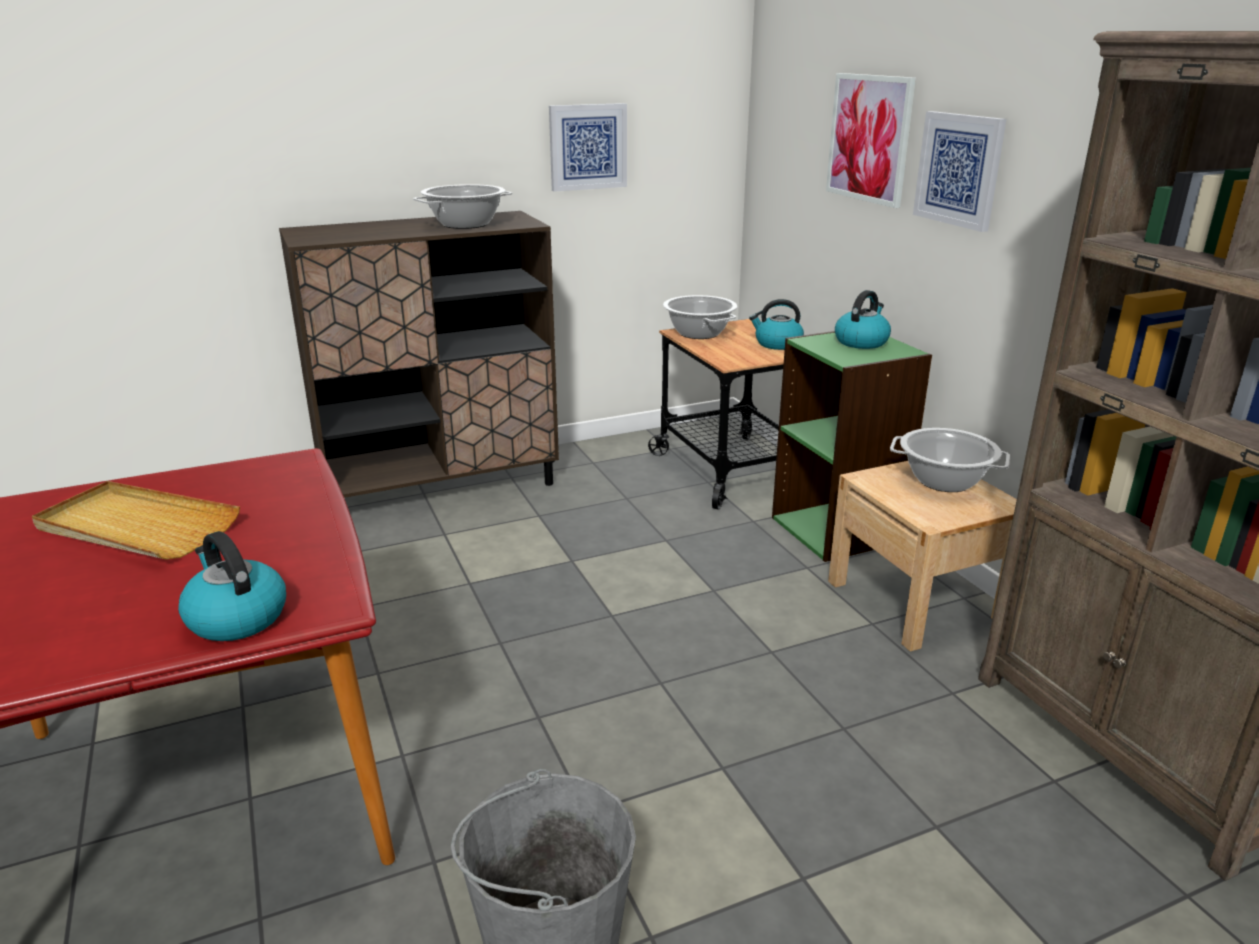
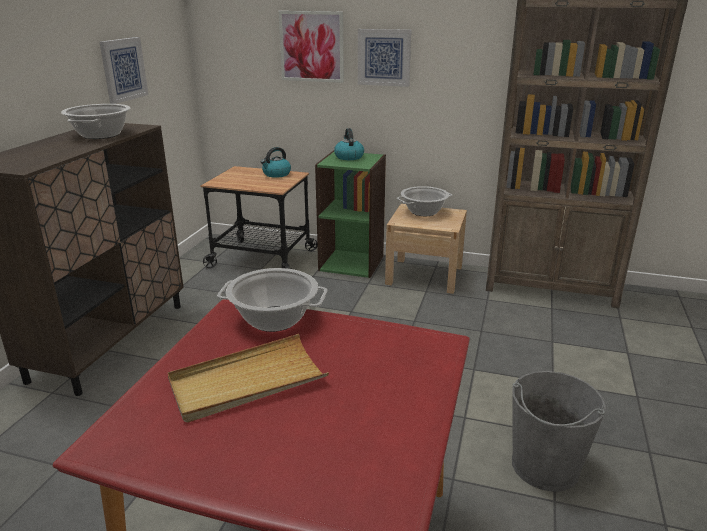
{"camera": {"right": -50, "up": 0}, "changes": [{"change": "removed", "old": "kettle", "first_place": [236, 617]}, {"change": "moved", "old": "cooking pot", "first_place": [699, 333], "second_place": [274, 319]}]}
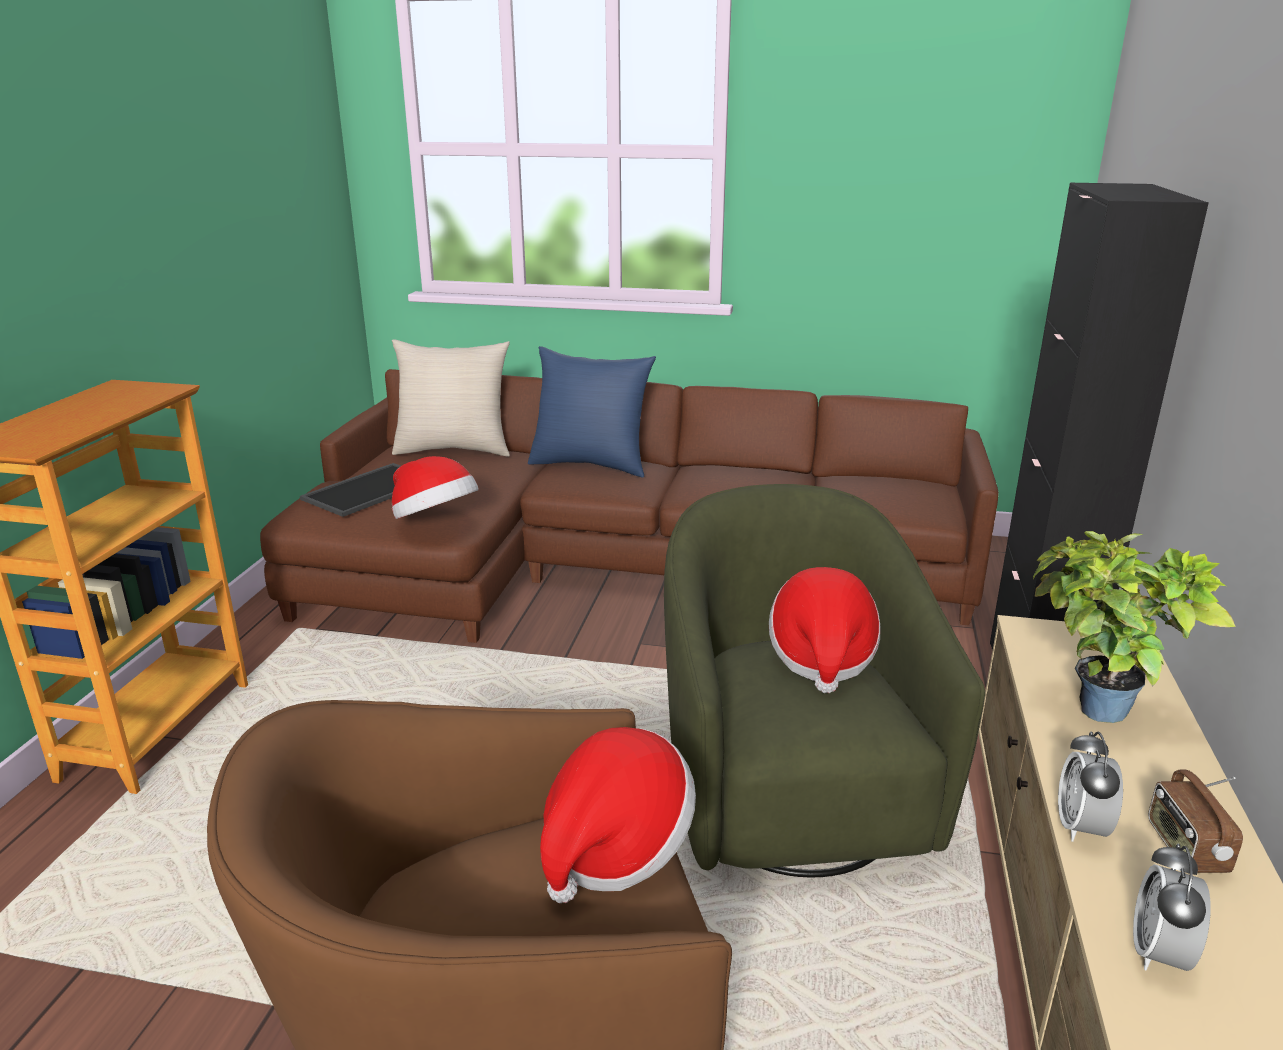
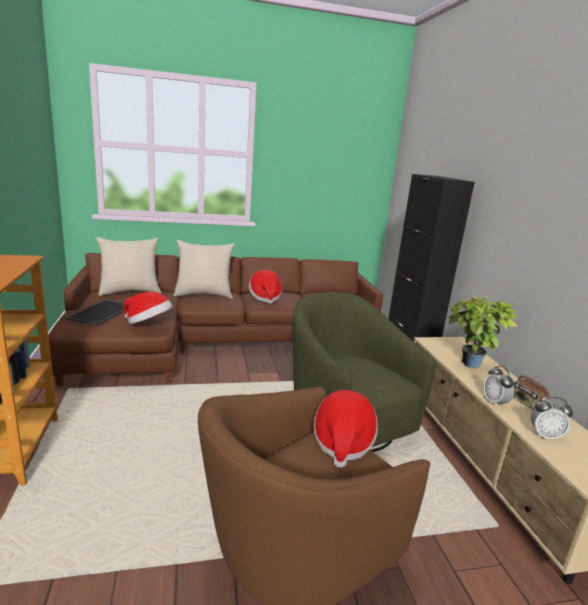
{"camera": {"right": -25, "up": -5}, "changes": [{"change": "recoloured", "old": "pillow (blue)", "new": "pillow (beige)", "first_place": [591, 464], "second_place": [204, 294]}, {"change": "moved", "old": "hat", "first_place": [821, 656], "second_place": [265, 297]}, {"change": "turned", "old": "alarm clock", "first_place": [1159, 953], "second_place": [545, 436], "degrees": -75}]}
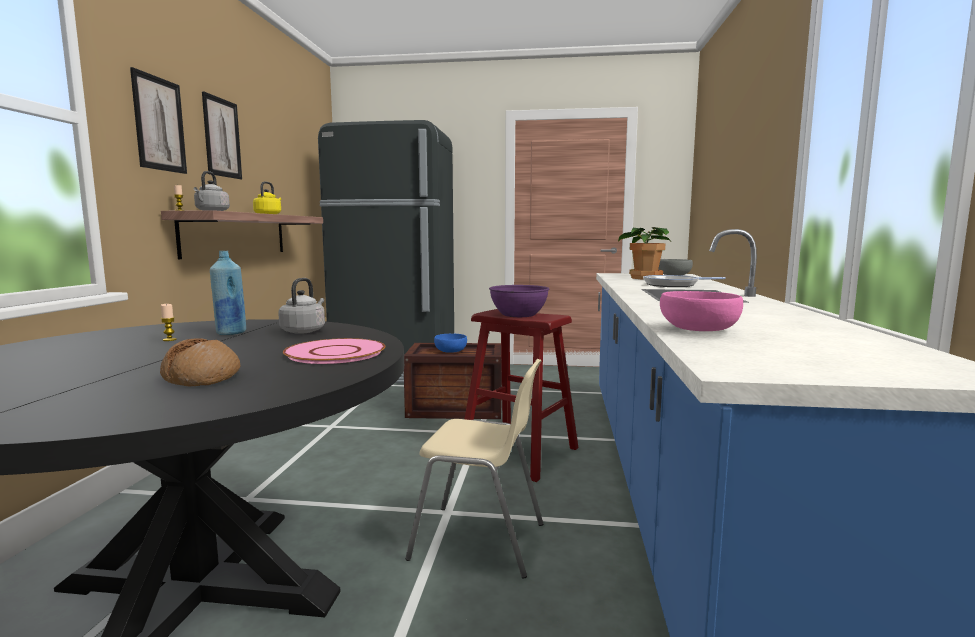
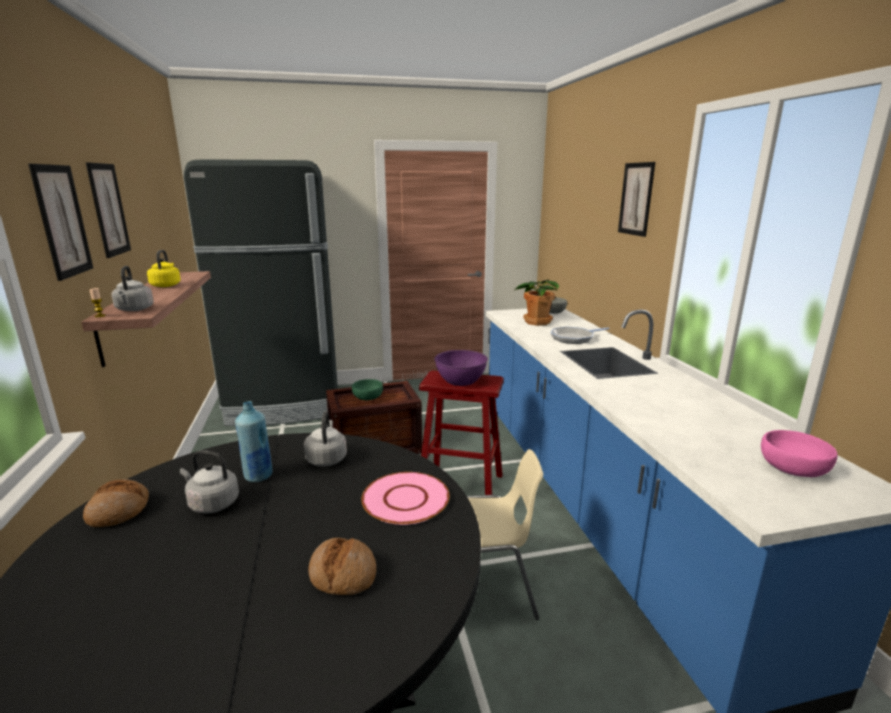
{"camera": {"right": -20, "up": 10}, "changes": [{"change": "replaced", "old": "candle", "new": "kettle (grey)", "first_place": [169, 340], "second_place": [212, 503]}, {"change": "recoloured", "old": "bowl (blue)", "new": "bowl (green)", "first_place": [450, 351], "second_place": [367, 397]}, {"change": "moved", "old": "bowl (pink)", "first_place": [699, 330], "second_place": [793, 469]}, {"change": "added", "new": "bread", "second_place": [119, 511]}, {"change": "added", "new": "picture", "second_place": [636, 199]}]}
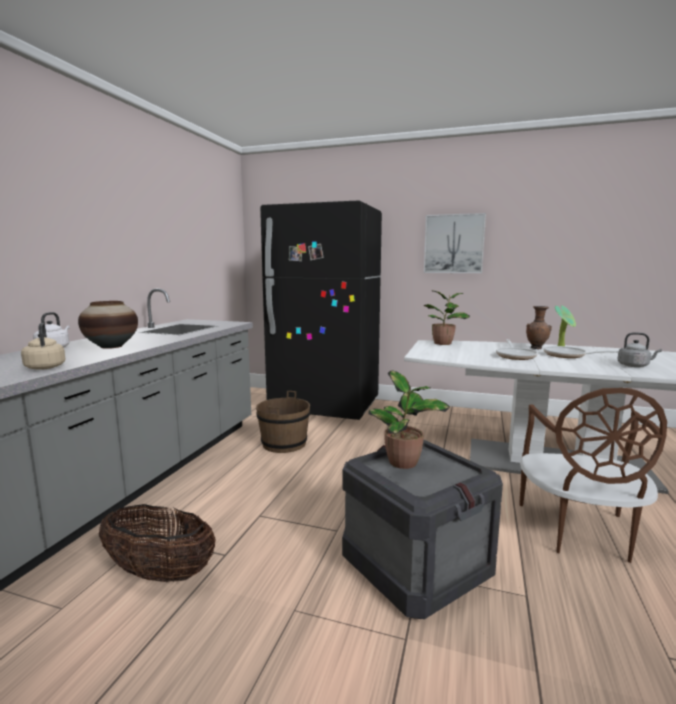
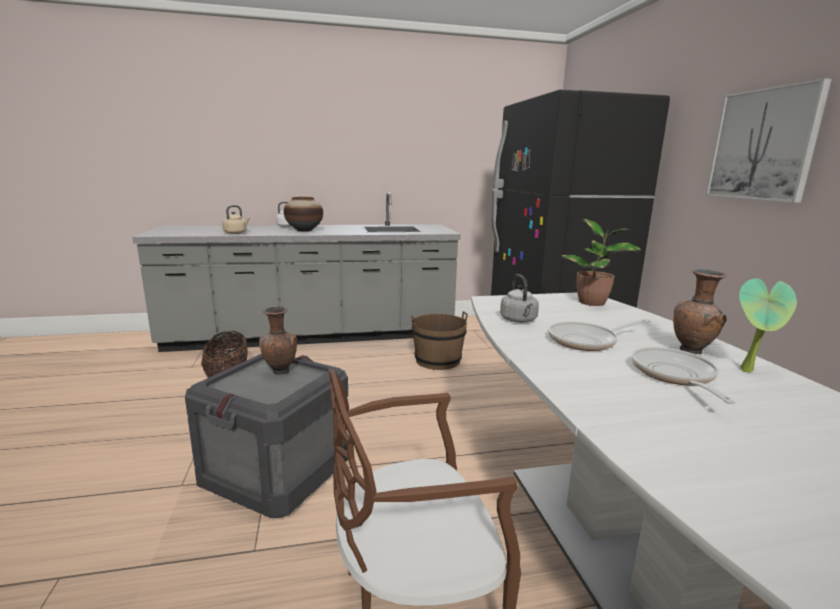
{"camera": {"right": 60, "up": 5}, "changes": [{"change": "replaced", "old": "potted plant", "new": "vase (brown)", "first_place": [404, 463], "second_place": [280, 372]}, {"change": "moved", "old": "kettle (grey)", "first_place": [634, 365], "second_place": [519, 320]}]}
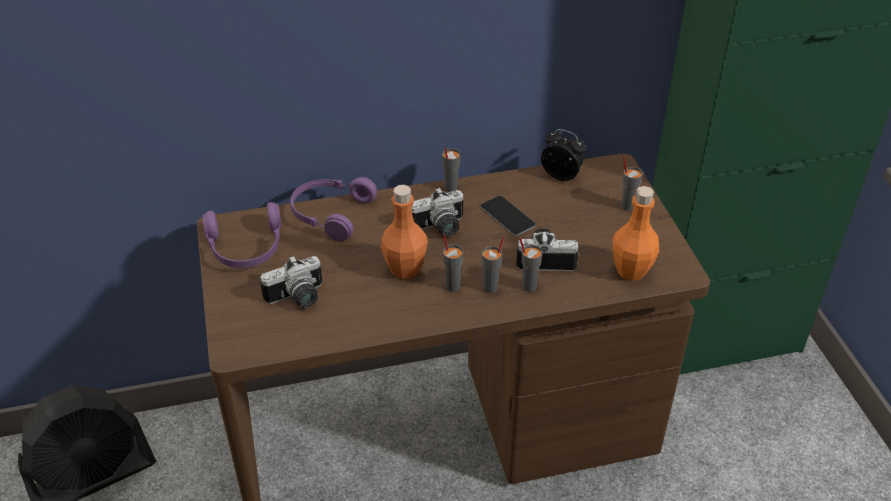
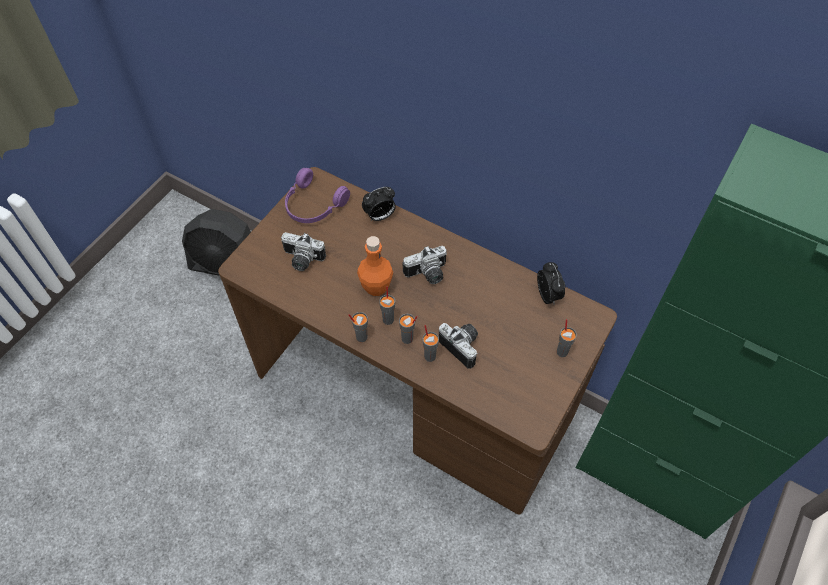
{"camera": {"right": 45, "up": 15}, "changes": [{"change": "replaced", "old": "headphones (purple)", "new": "alarm clock", "first_place": [330, 214], "second_place": [379, 216]}, {"change": "turned", "old": "photo camera", "first_place": [440, 228], "second_place": [427, 275], "degrees": -45}, {"change": "moved", "old": "cup (grey)", "first_place": [450, 187], "second_place": [361, 337]}, {"change": "removed", "old": "phone", "first_place": [507, 216]}, {"change": "removed", "old": "bottle (orange)", "first_place": [631, 271]}]}
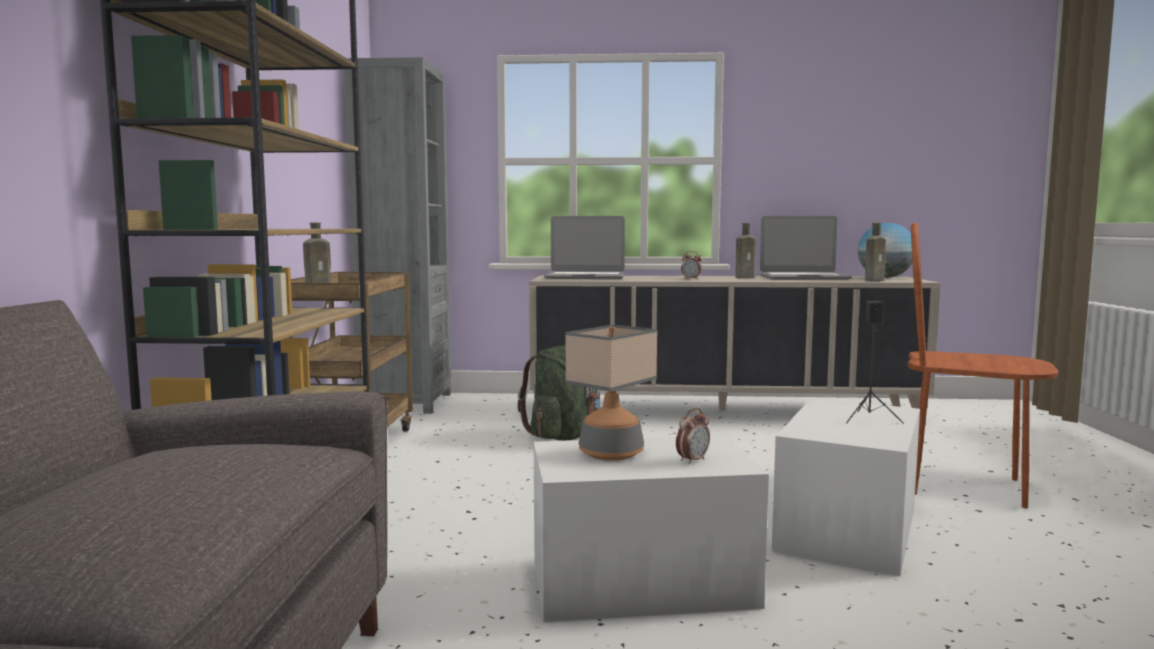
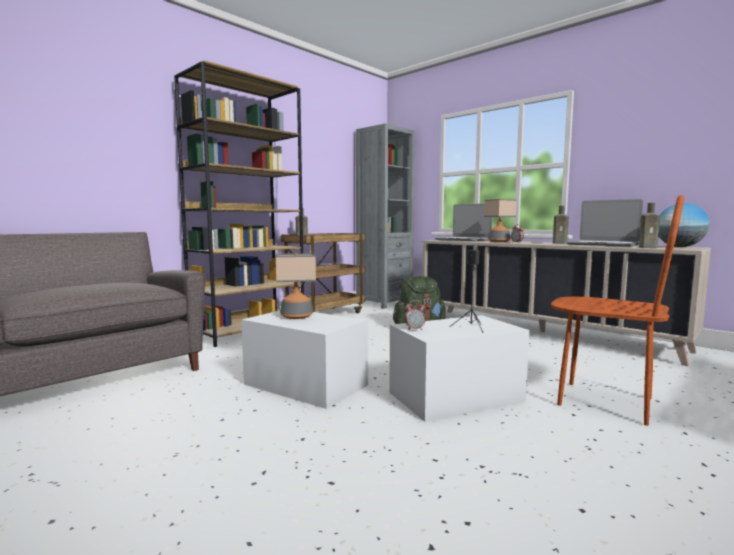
{"camera": {"right": 40, "up": 0}, "changes": [{"change": "moved", "old": "alarm clock", "first_place": [692, 460], "second_place": [415, 329]}, {"change": "turned", "old": "chair (brown)", "first_place": [965, 486], "second_place": [605, 402], "degrees": 150}, {"change": "added", "new": "table lamp", "second_place": [499, 241]}]}
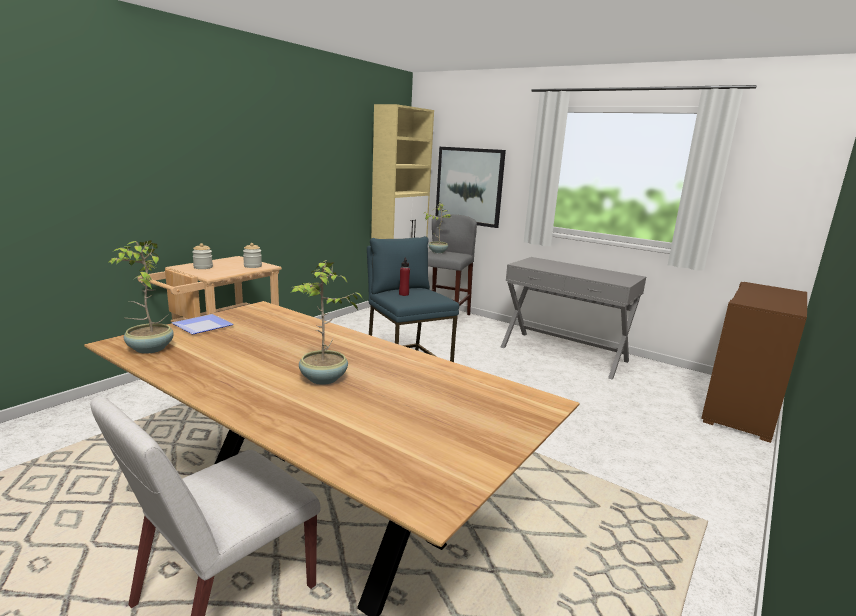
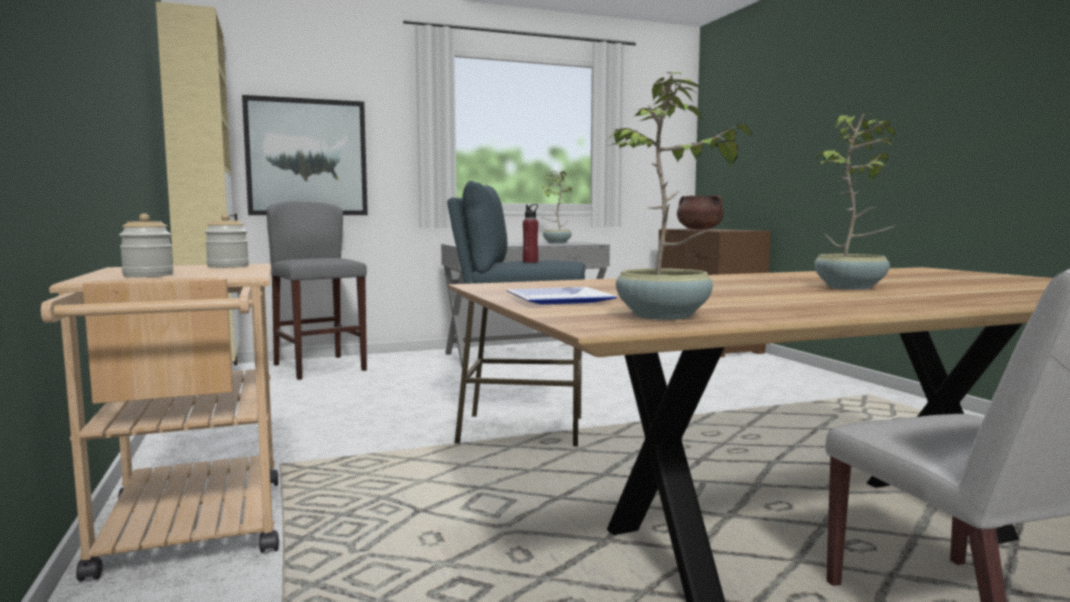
{"camera": {"right": -55, "up": -10}, "changes": [{"change": "moved", "old": "potted plant", "first_place": [437, 252], "second_place": [556, 243]}, {"change": "added", "new": "cooking pot (brown)", "second_place": [699, 229]}]}
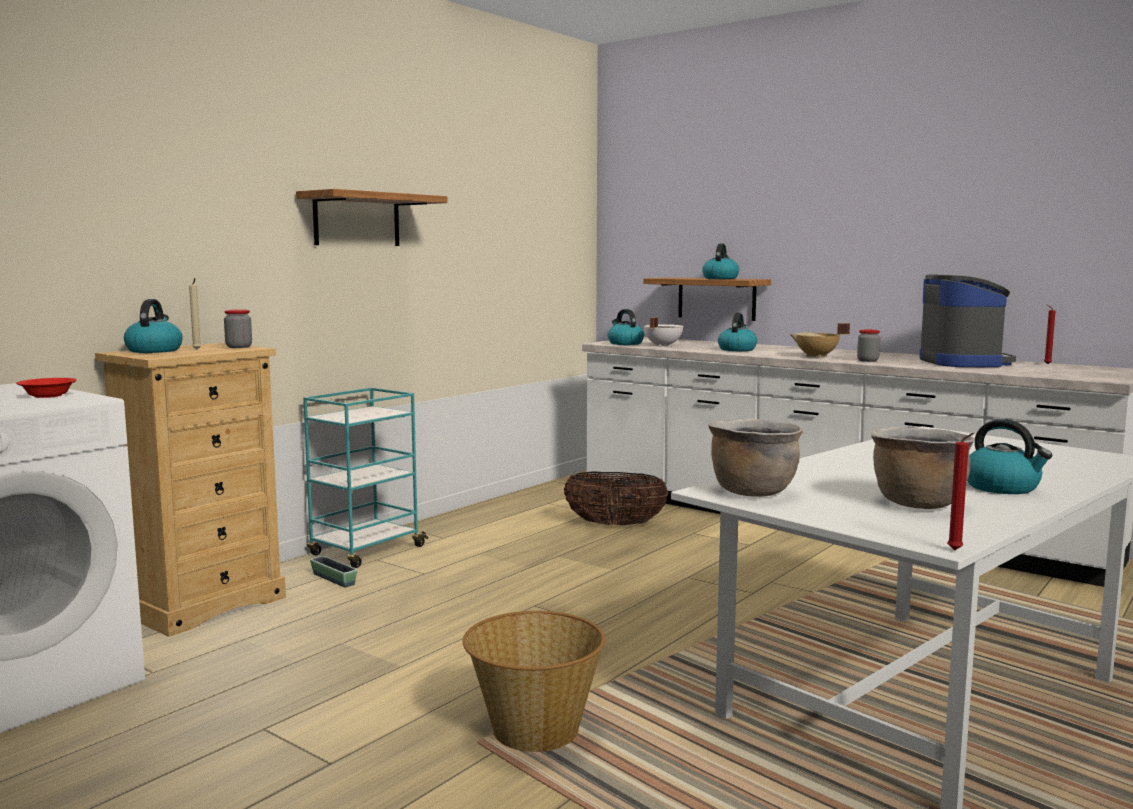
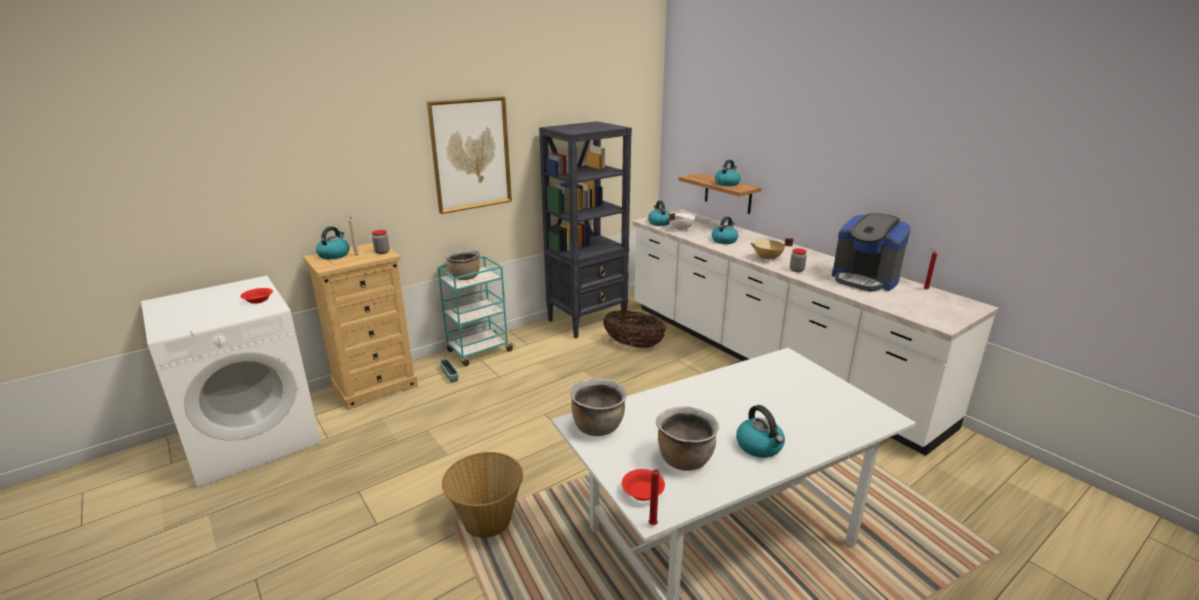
{"camera": {"right": 15, "up": 15}, "changes": [{"change": "replaced", "old": "shelf", "new": "picture", "first_place": [357, 220], "second_place": [471, 154]}, {"change": "turned", "old": "coffee machine", "first_place": [964, 362], "second_place": [864, 280], "degrees": 120}, {"change": "added", "new": "cooking pot (brown)", "second_place": [465, 277]}, {"change": "added", "new": "bookcase (black)", "second_place": [587, 320]}, {"change": "added", "new": "bowl (red)", "second_place": [643, 492]}]}
